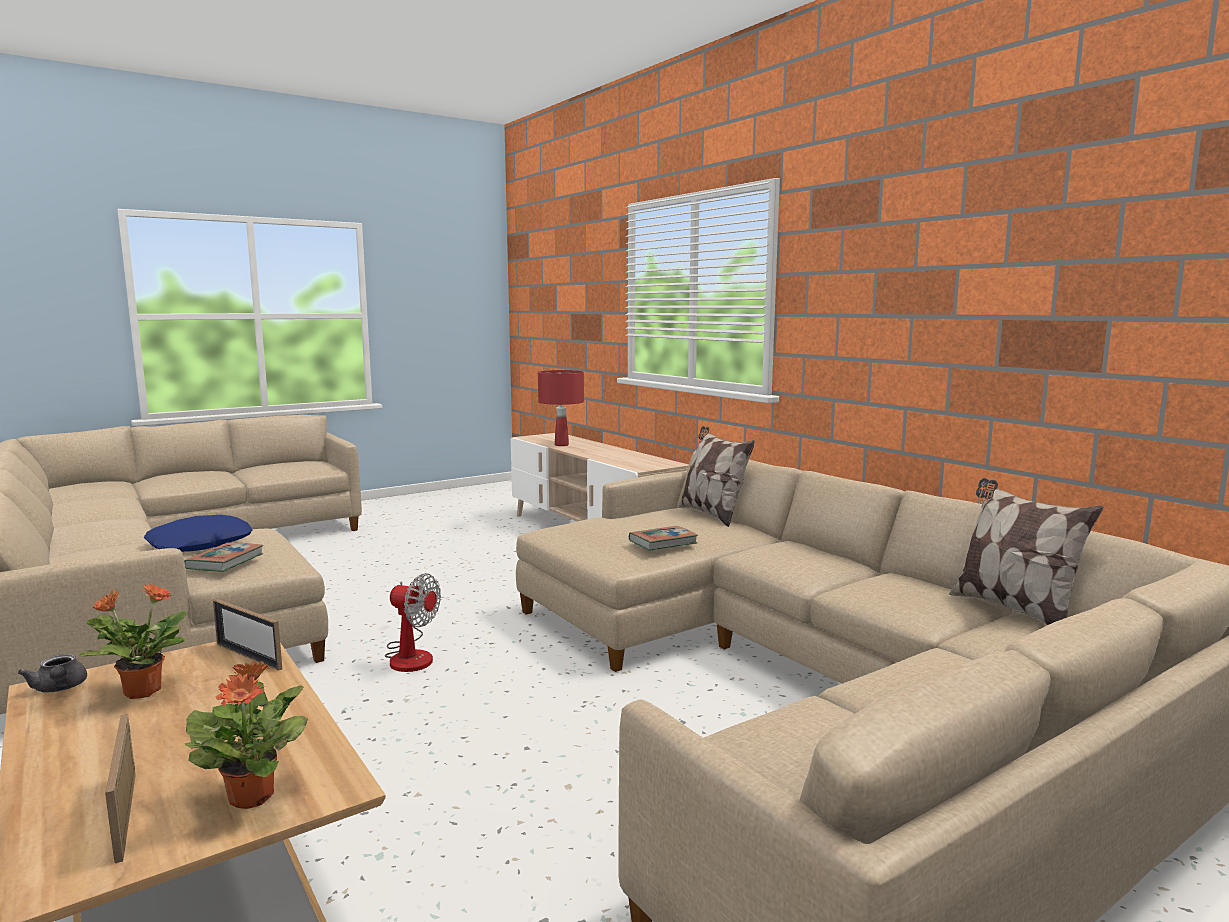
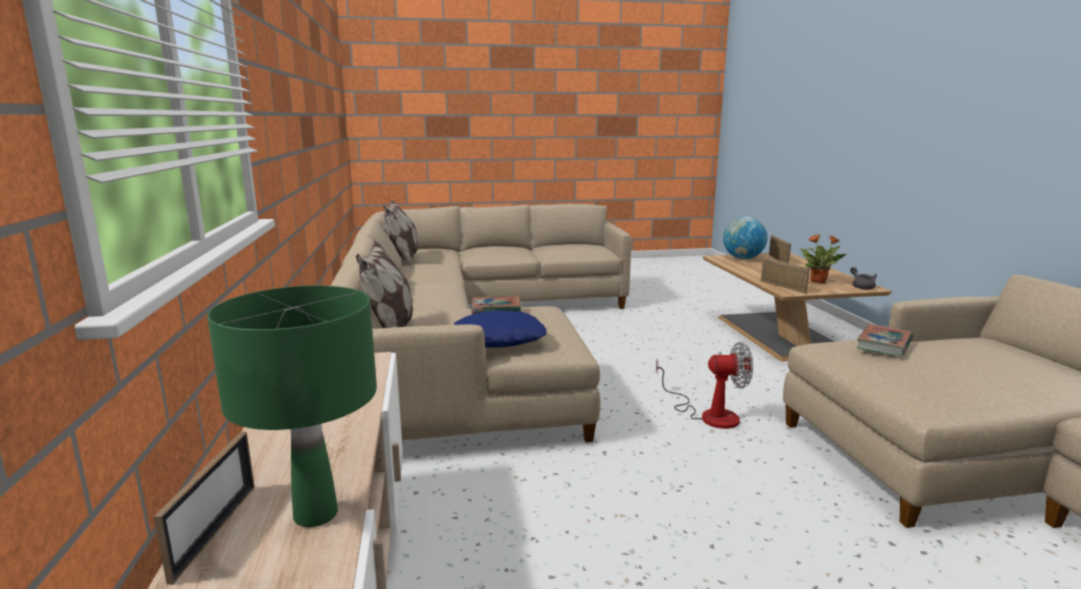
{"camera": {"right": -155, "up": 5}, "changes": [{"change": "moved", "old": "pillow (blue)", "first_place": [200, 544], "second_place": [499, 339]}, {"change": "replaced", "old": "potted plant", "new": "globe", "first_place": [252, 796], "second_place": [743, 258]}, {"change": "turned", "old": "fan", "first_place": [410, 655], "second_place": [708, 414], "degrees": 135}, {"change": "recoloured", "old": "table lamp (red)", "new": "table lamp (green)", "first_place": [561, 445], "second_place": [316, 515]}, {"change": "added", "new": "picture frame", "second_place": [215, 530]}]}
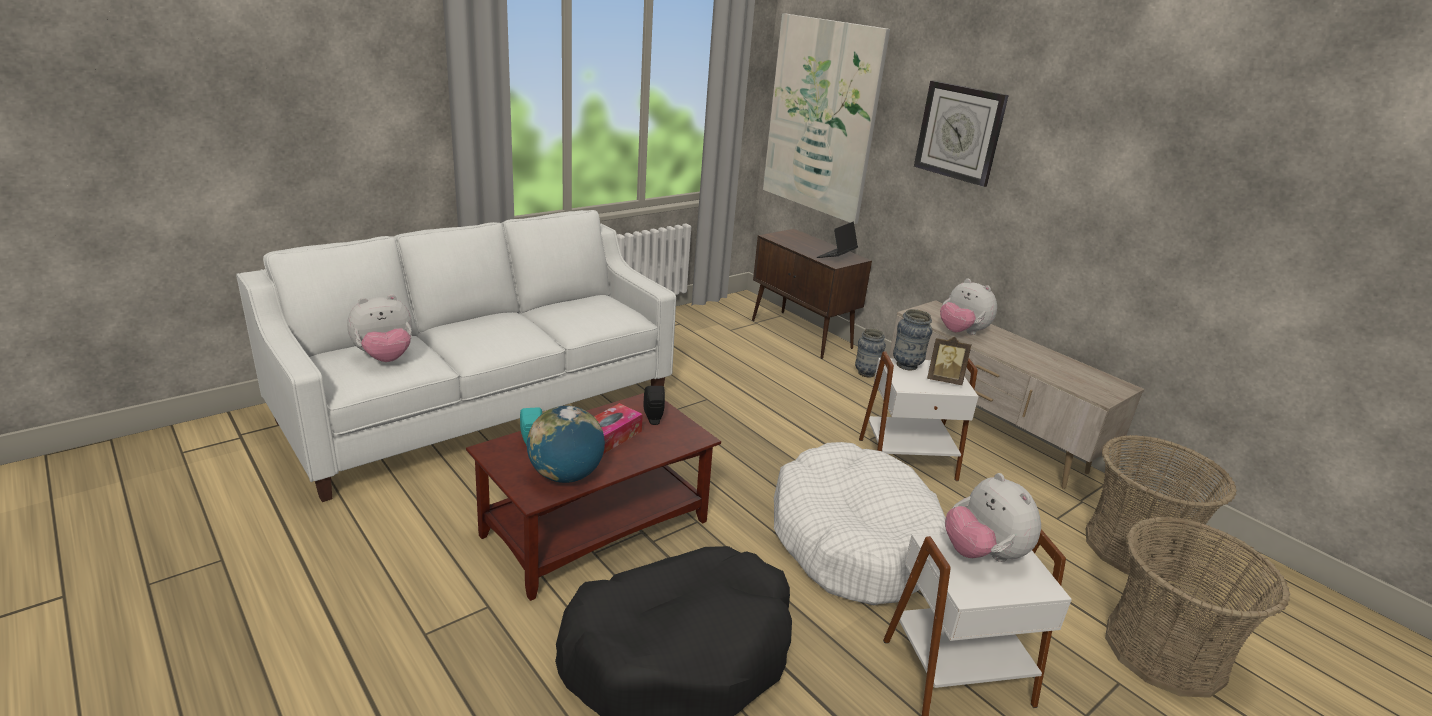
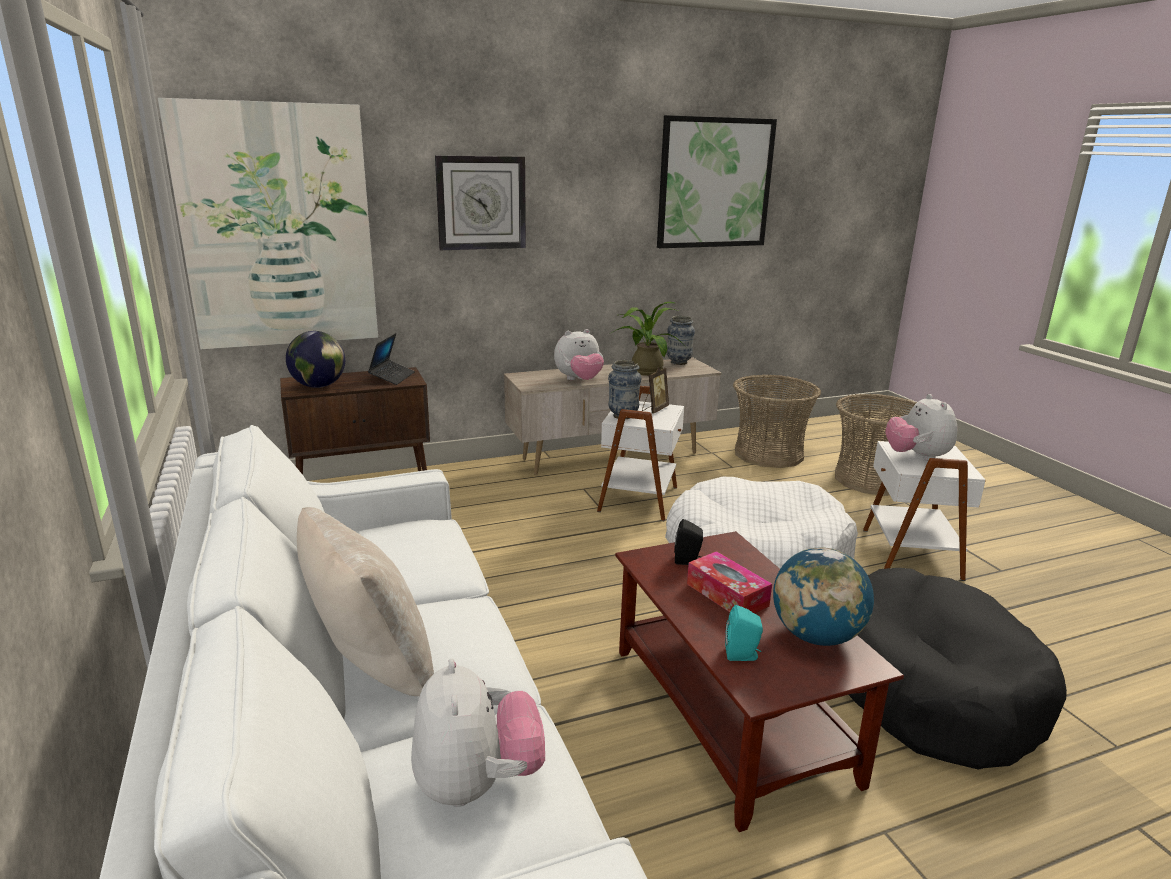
{"camera": {"right": -70, "up": -5}, "changes": [{"change": "turned", "old": "laptop", "first_place": [836, 256], "second_place": [392, 377], "degrees": -135}, {"change": "moved", "old": "vase", "first_place": [866, 373], "second_place": [678, 362]}, {"change": "turned", "old": "plush toy", "first_place": [983, 554], "second_place": [916, 457], "degrees": 90}, {"change": "added", "new": "globe", "second_place": [319, 386]}, {"change": "added", "new": "pillow (beige)", "second_place": [369, 665]}, {"change": "added", "new": "potted plant", "second_place": [644, 370]}, {"change": "added", "new": "picture", "second_place": [714, 183]}]}
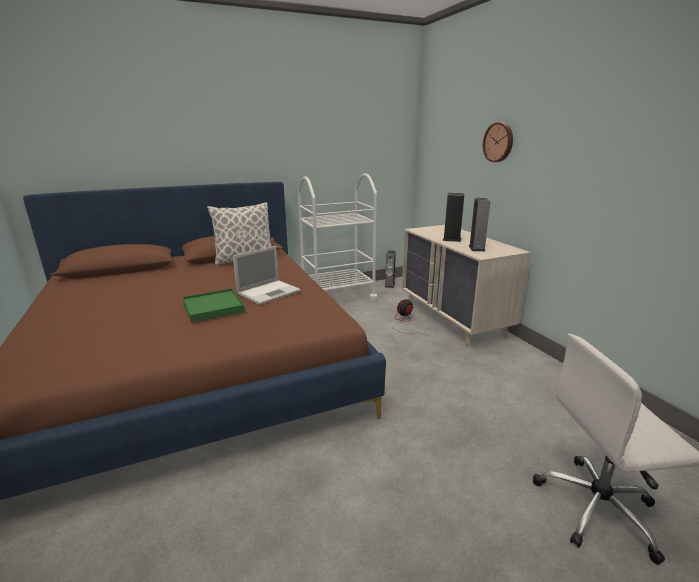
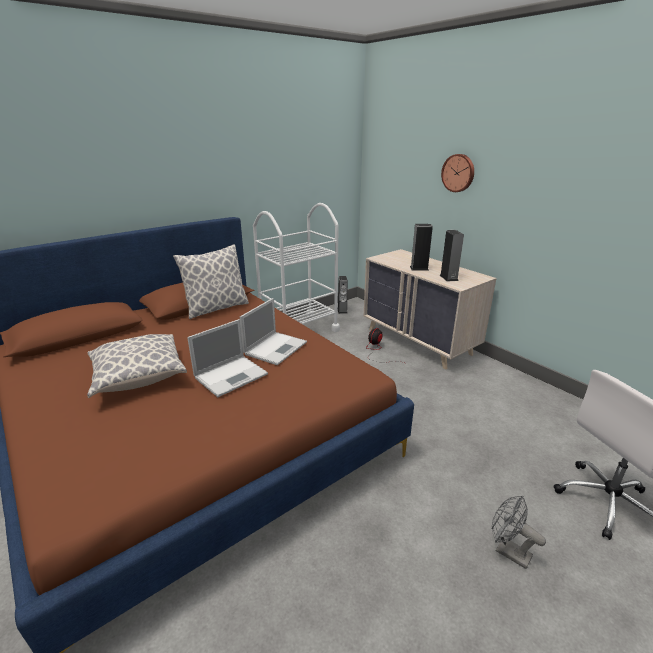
{"camera": {"right": -15, "up": 5}, "changes": [{"change": "replaced", "old": "tray (green)", "new": "laptop", "first_place": [213, 307], "second_place": [232, 375]}, {"change": "added", "new": "pillow", "second_place": [139, 377]}, {"change": "added", "new": "fan (grey)", "second_place": [507, 551]}]}
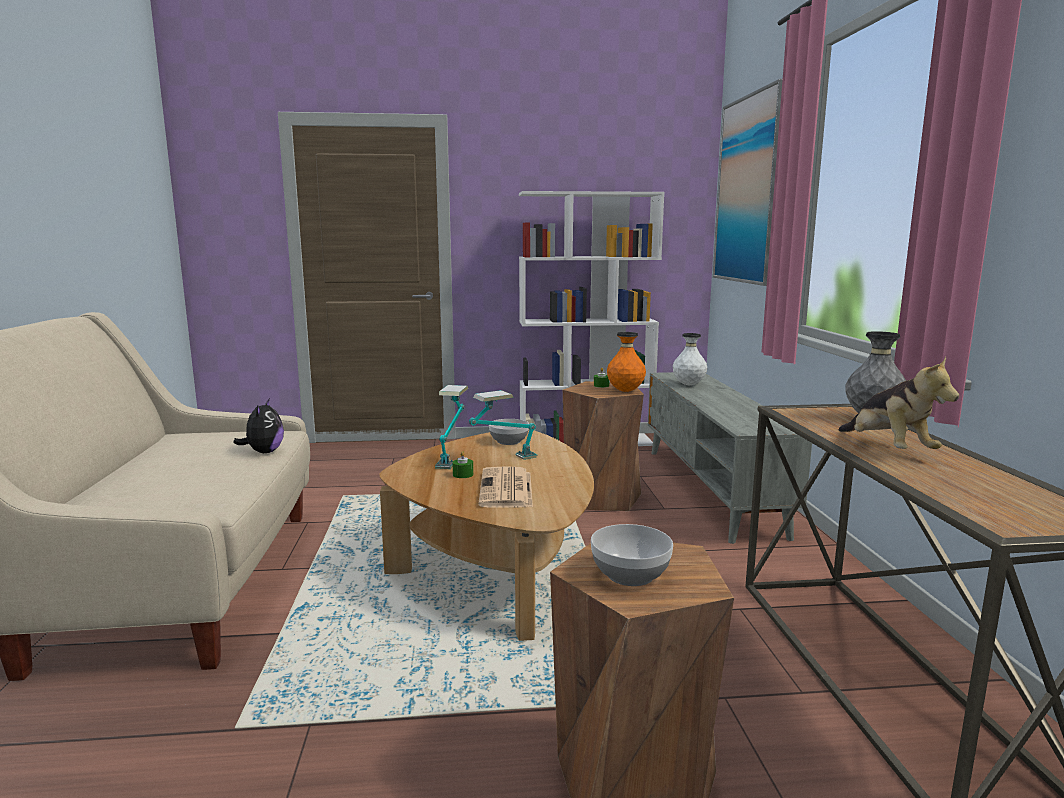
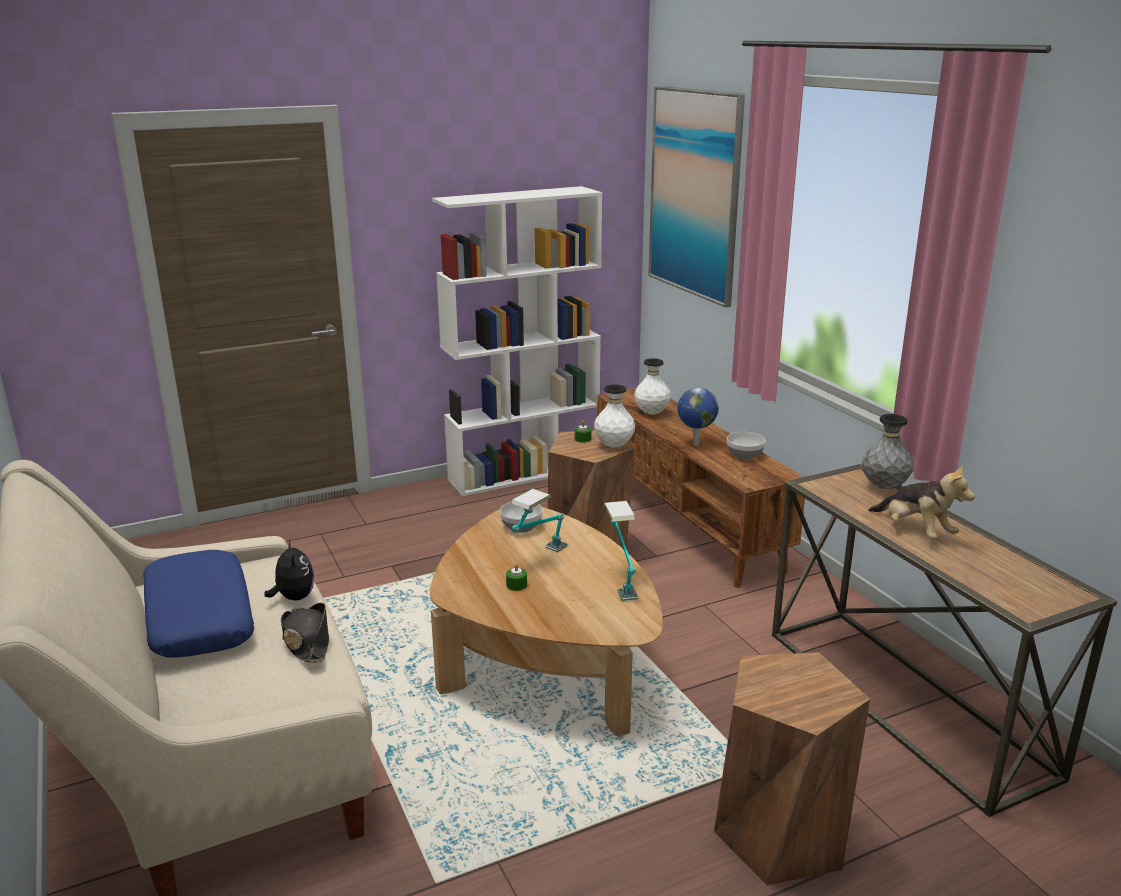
{"camera": {"right": -20, "up": 10}, "changes": [{"change": "moved", "old": "table lamp", "first_place": [452, 458], "second_place": [620, 581]}, {"change": "removed", "old": "newspaper", "first_place": [506, 489]}, {"change": "moved", "old": "bowl", "first_place": [629, 574], "second_place": [744, 455]}, {"change": "recoloured", "old": "vase (orange)", "new": "vase (white)", "first_place": [625, 391], "second_place": [614, 446]}, {"change": "recoloured", "old": "tv stand (grey)", "new": "tv stand (brown)", "first_place": [711, 489], "second_place": [688, 522]}, {"change": "added", "new": "pillow (blue)", "second_place": [198, 618]}, {"change": "added", "new": "hat (black)", "second_place": [307, 641]}, {"change": "added", "new": "globe", "second_place": [695, 444]}]}
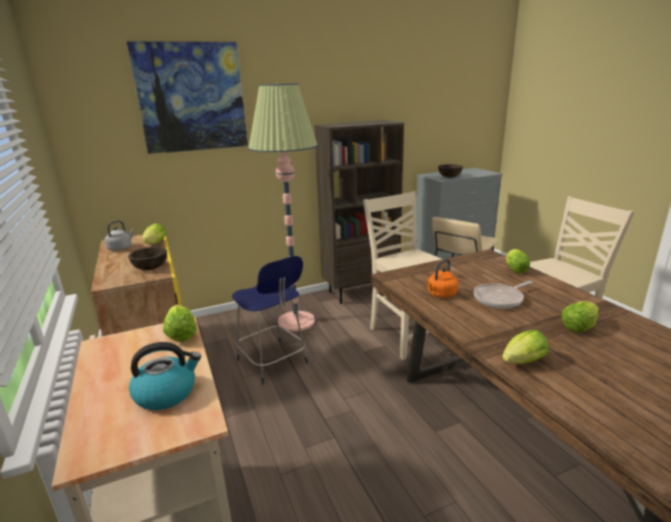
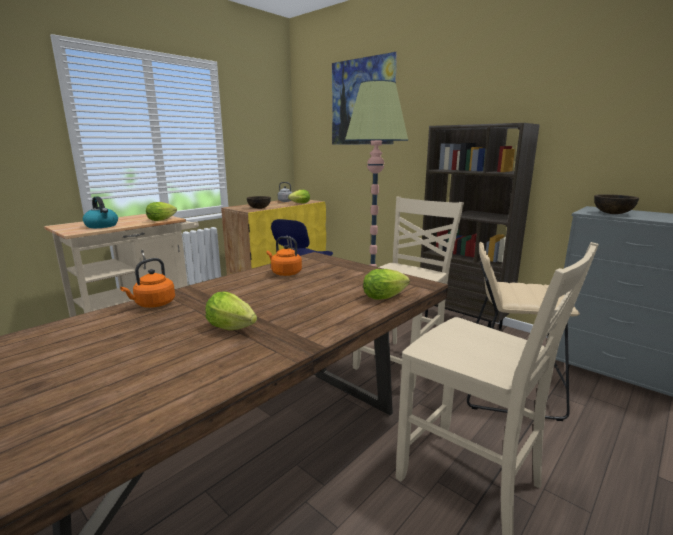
{"camera": {"right": 65, "up": -5}, "changes": [{"change": "removed", "old": "frying pan", "first_place": [500, 299]}, {"change": "replaced", "old": "lettuce", "new": "kettle (orange)", "first_place": [521, 363], "second_place": [153, 304]}]}
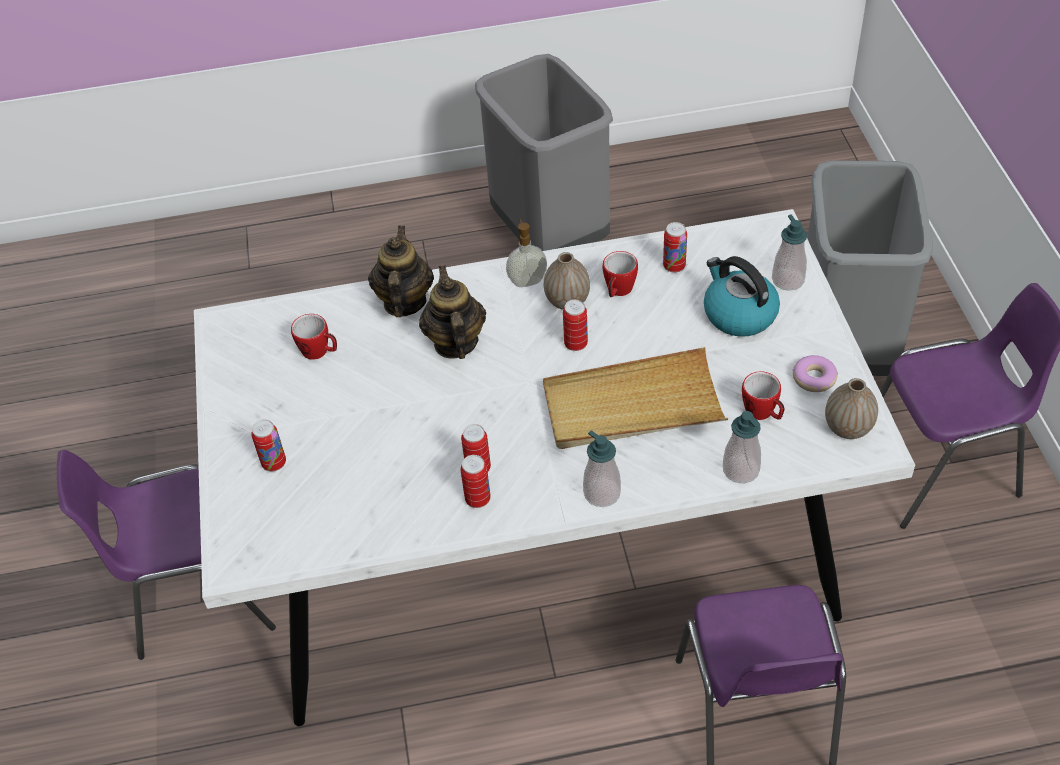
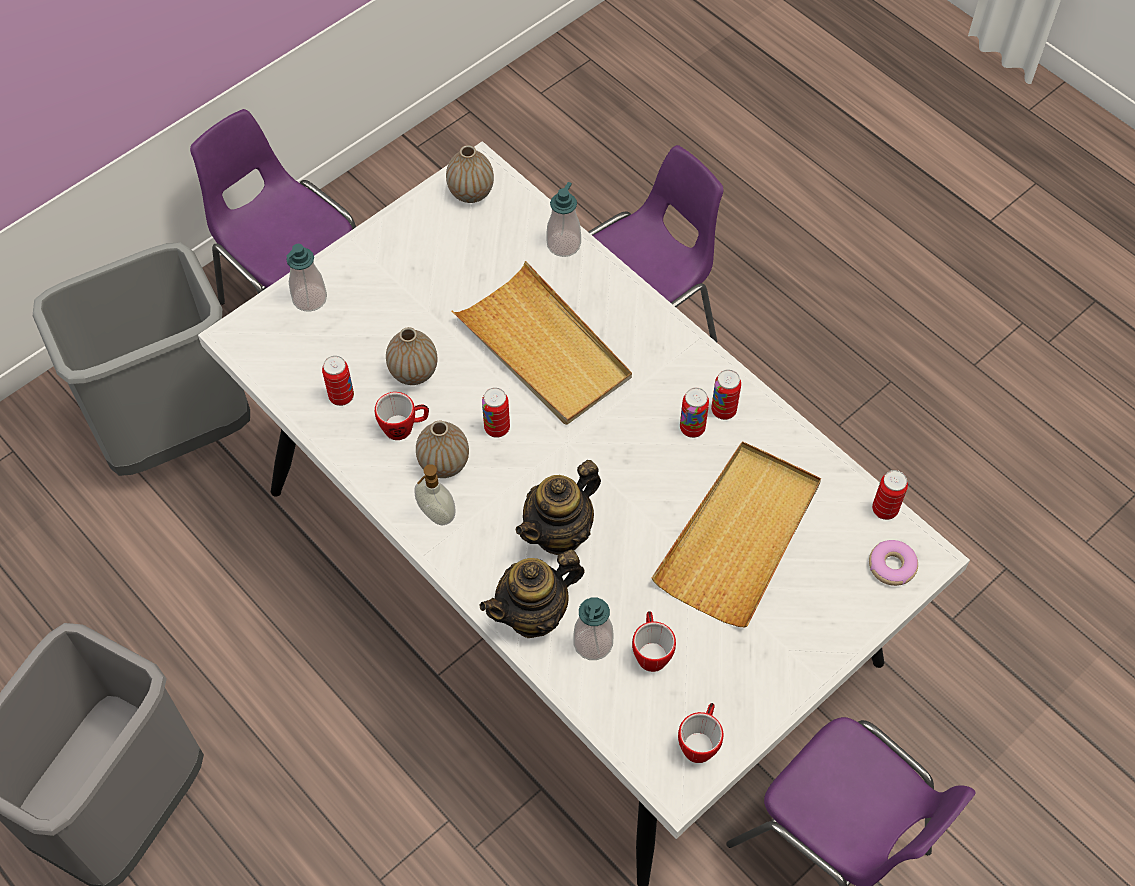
{"camera": {"right": -125, "up": 10}, "changes": [{"change": "moved", "old": "can", "first_place": [274, 463], "second_place": [884, 509]}, {"change": "moved", "old": "soap dispenser", "first_place": [602, 493], "second_place": [593, 643]}, {"change": "removed", "old": "kettle", "first_place": [738, 314]}, {"change": "moved", "old": "mug", "first_place": [763, 413], "second_place": [700, 741]}, {"change": "moved", "old": "donut", "first_place": [814, 378], "second_place": [892, 566]}, {"change": "added", "new": "vase", "second_place": [413, 372]}, {"change": "added", "new": "tray (beige)", "second_place": [740, 536]}]}
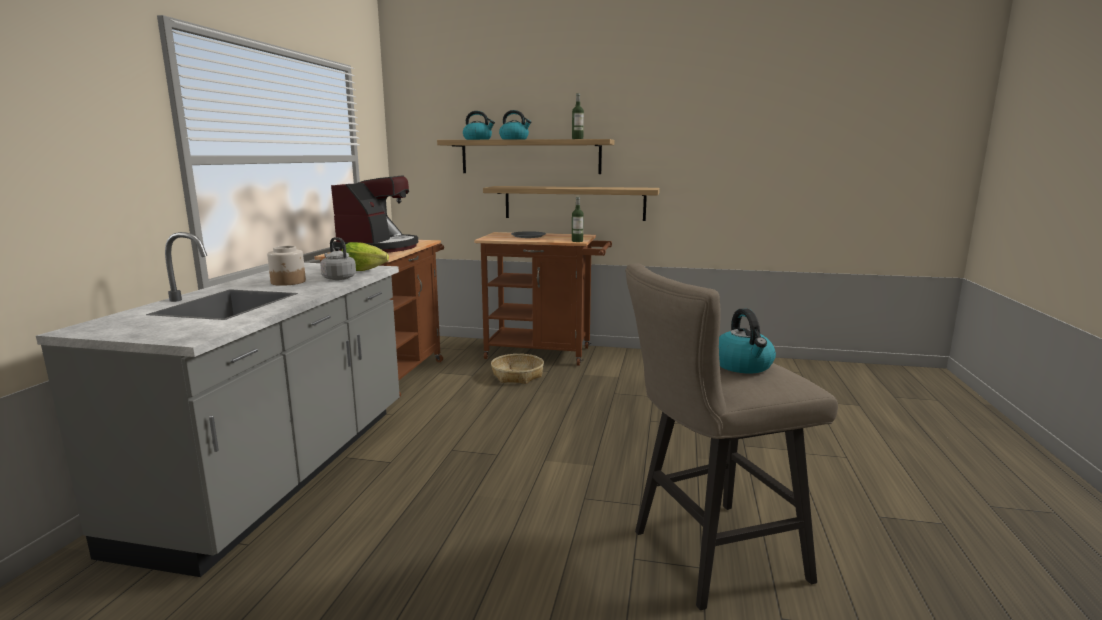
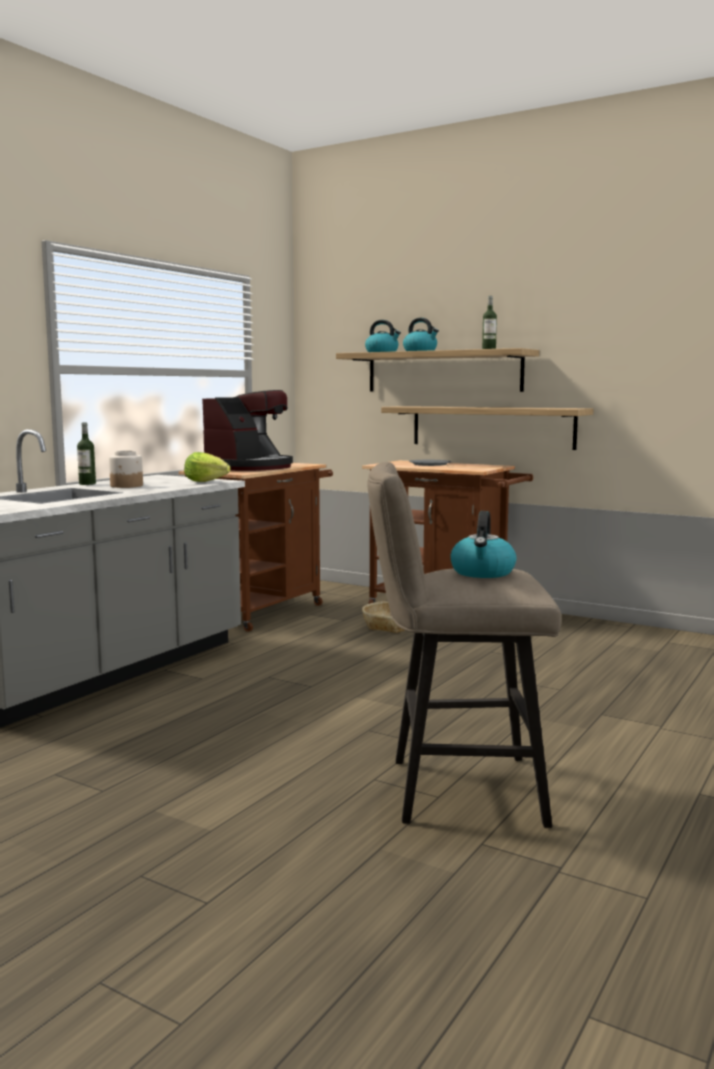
{"camera": {"right": 20, "up": -5}, "changes": [{"change": "removed", "old": "kettle (grey)", "first_place": [338, 278]}, {"change": "moved", "old": "bottle", "first_place": [577, 241], "second_place": [87, 484]}]}
